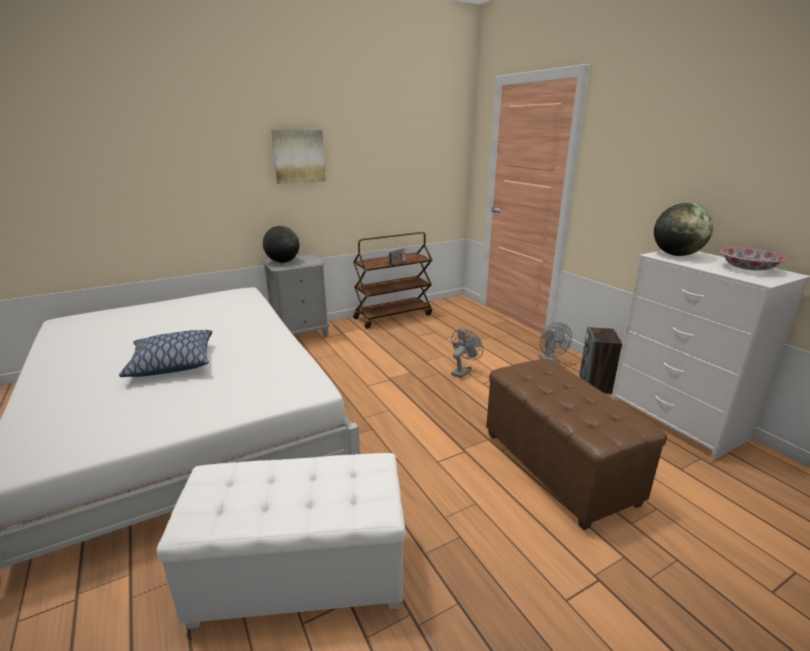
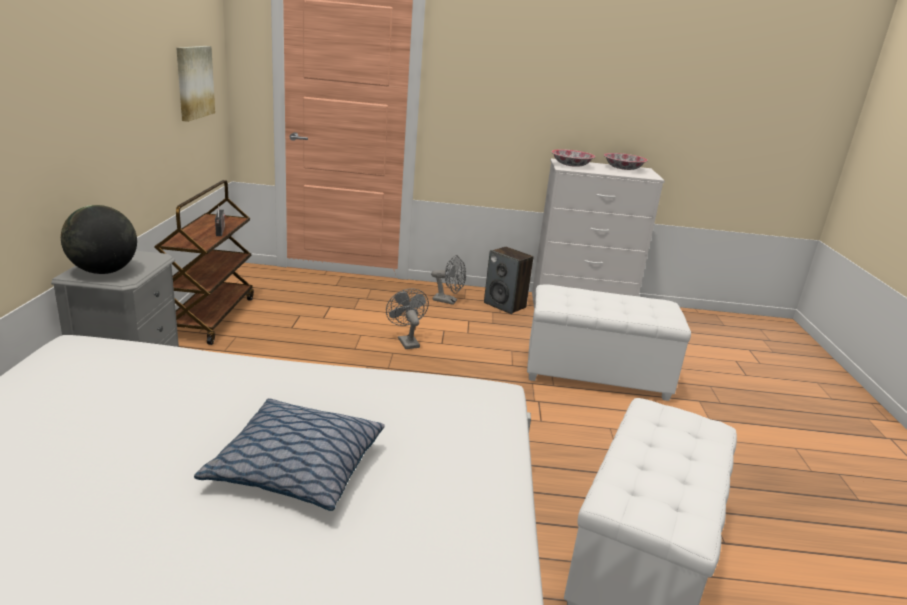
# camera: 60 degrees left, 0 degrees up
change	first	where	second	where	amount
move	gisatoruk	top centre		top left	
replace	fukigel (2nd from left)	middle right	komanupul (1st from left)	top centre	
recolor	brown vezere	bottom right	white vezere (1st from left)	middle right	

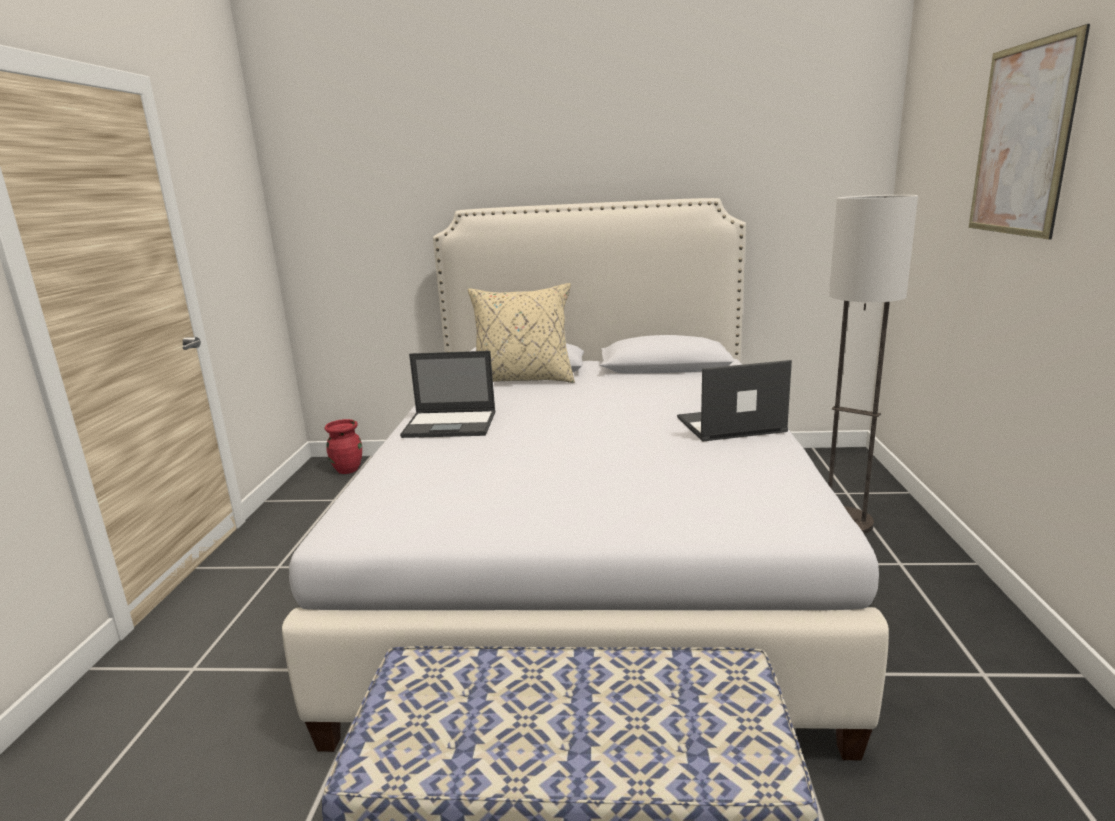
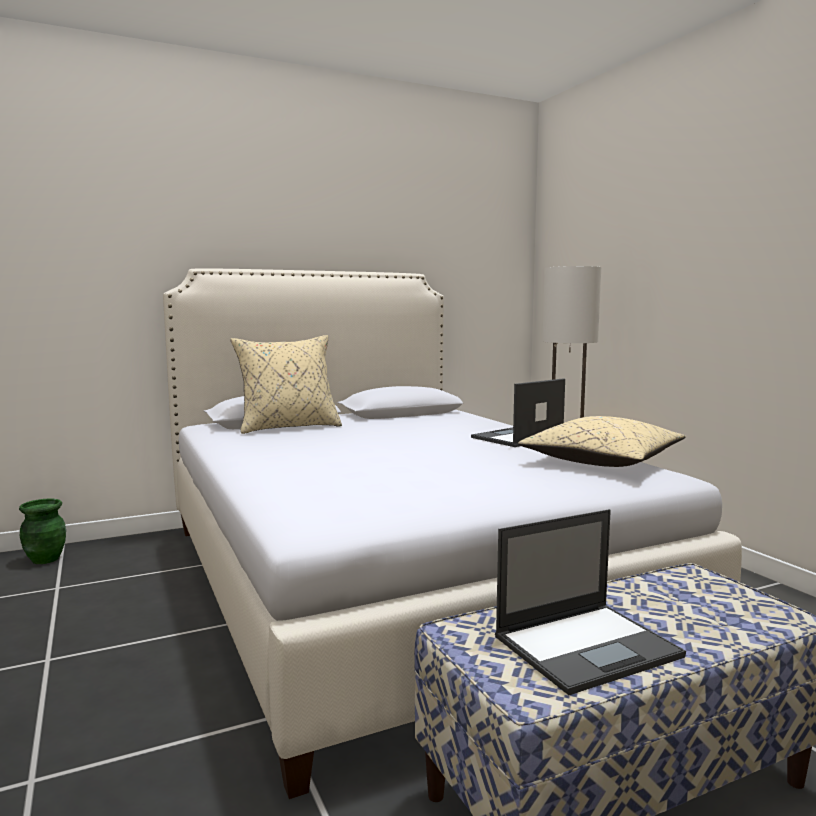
# camera: 30 degrees left, 10 degrees down
change	first	where	second	where	amount
delete	gisatoruk	top right			
insert			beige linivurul (2nd from left)	middle right	
move	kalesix (1st from left in the first image)	centre	kalesix (2nd from left)	bottom right	
recolor	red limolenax	middle left	green limolenax	middle left	

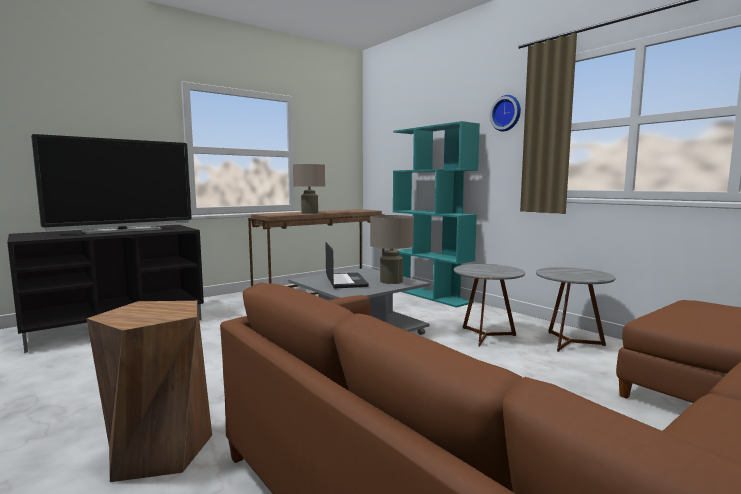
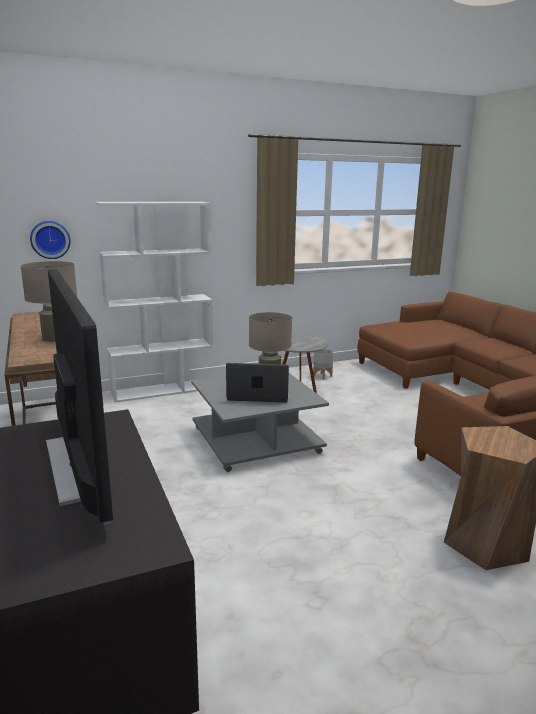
# camera: 75 degrees left, 10 degrees up
change	first	where	second	where	amount
move	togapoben	top right		middle left	
replace	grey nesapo (2nd from left)	middle right	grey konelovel	centre	
recolor	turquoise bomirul	centre	white bomirul	middle left	

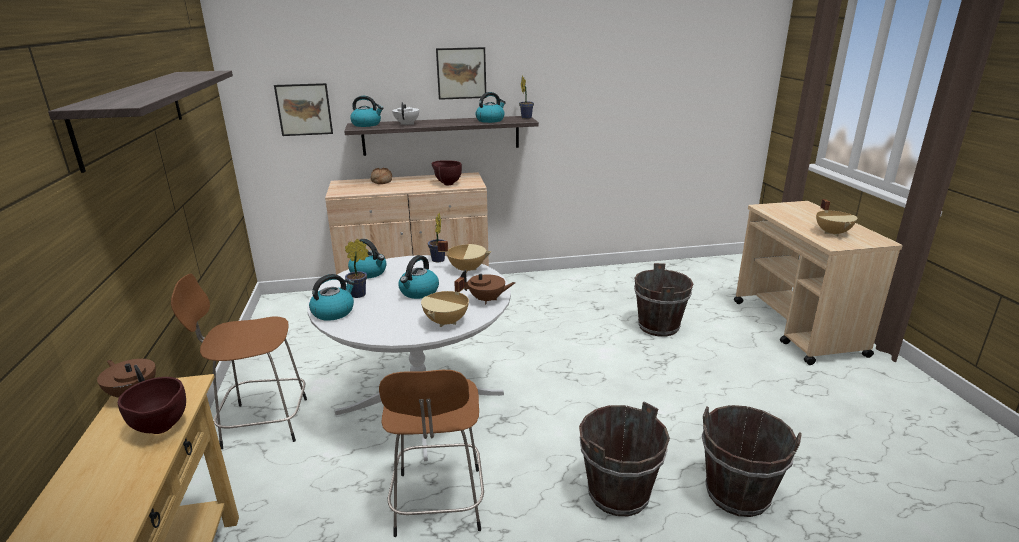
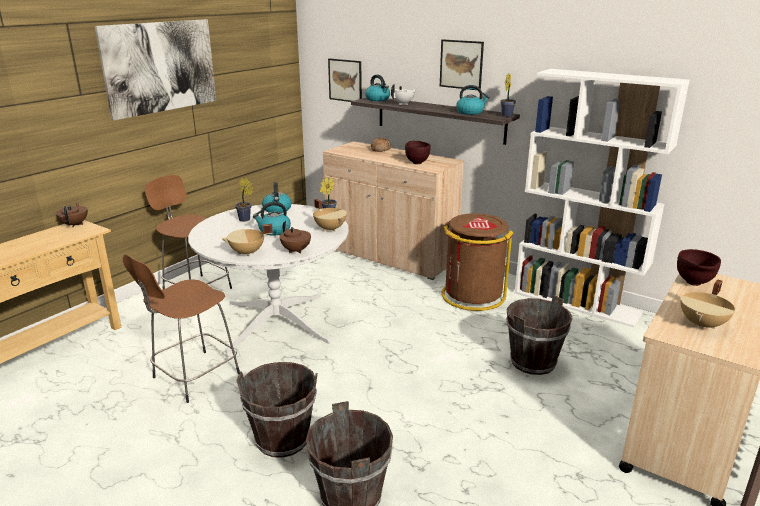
# camera: 45 degrees right, 0 degrees up
change	first	where	second	where	amount
delete	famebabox (1st from left)	middle left			
insert			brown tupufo	centre	
insert			white bomirul	middle right	
move	brown komanupul (1st from left in the first image)	bottom left	brown komanupul (2nd from left)	middle right	
replace	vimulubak (1st from left)	top left	gisatoruk (1st from left)	top left	

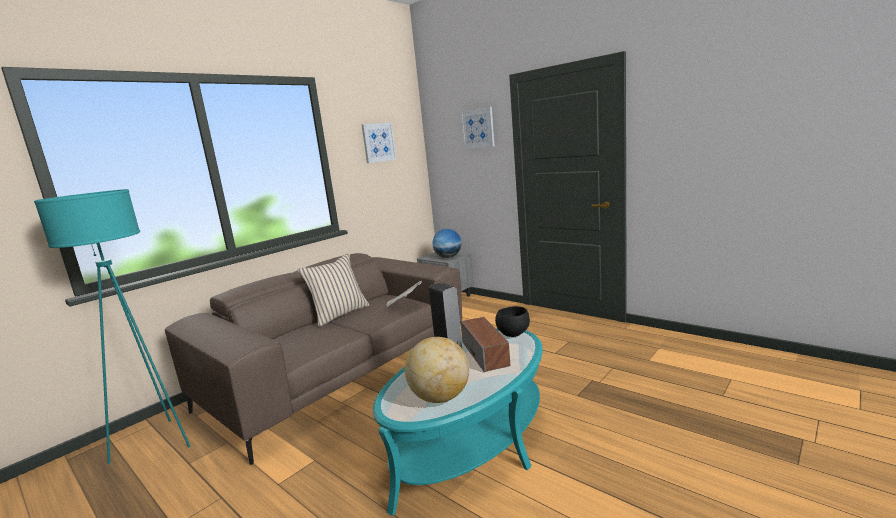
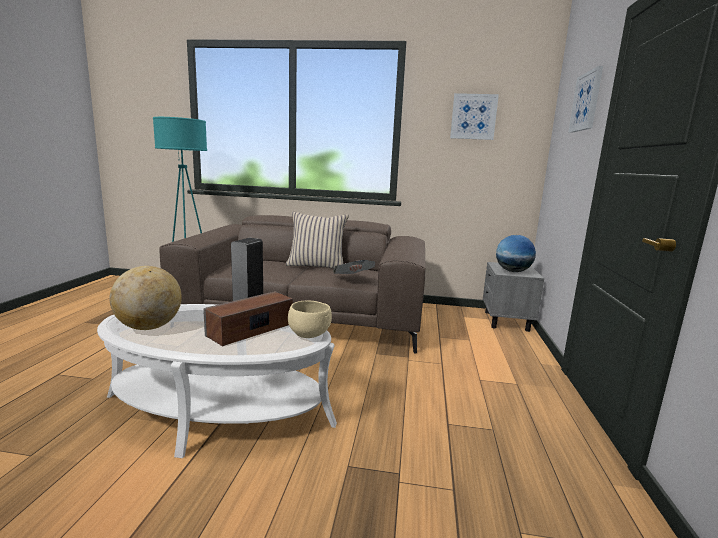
# camera: 55 degrees right, 0 degrees up
change	first	where	second	where	amount
recolor	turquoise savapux	bottom centre	white savapux	bottom left	
recolor	black komanupul	centre	beige komanupul	centre	

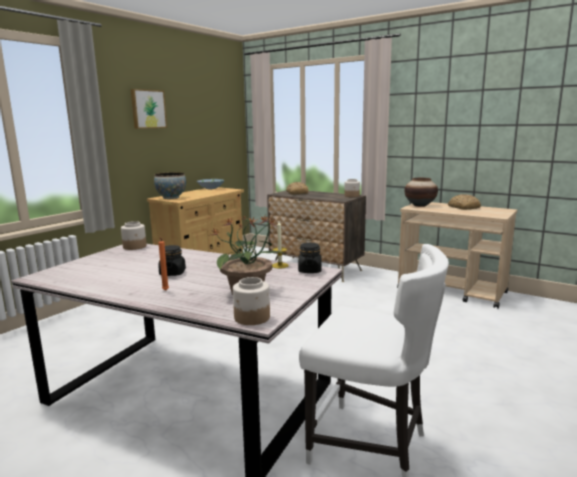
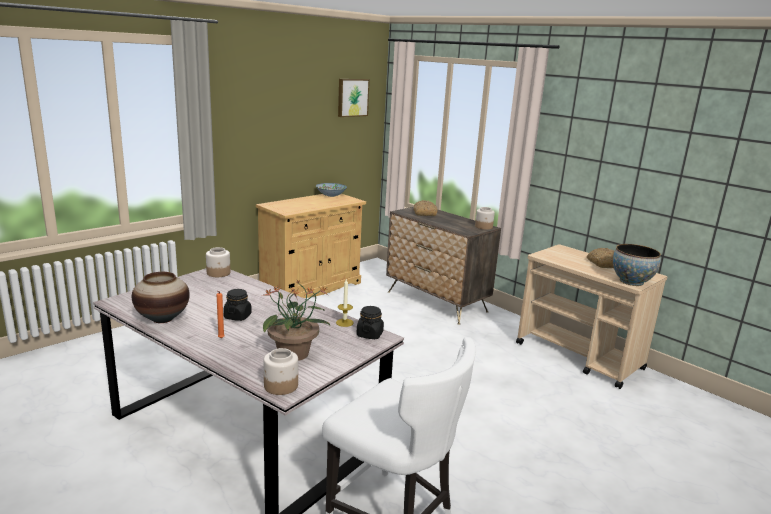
# camera: 10 degrees right, 5 degrees up
change	first	where	second	where	amount
move	gisatoruk	top left		top centre	
move	komanupul (1st from left in the first image)	middle left	komanupul (2nd from left)	middle right	
move	limolenax	middle right		middle left	

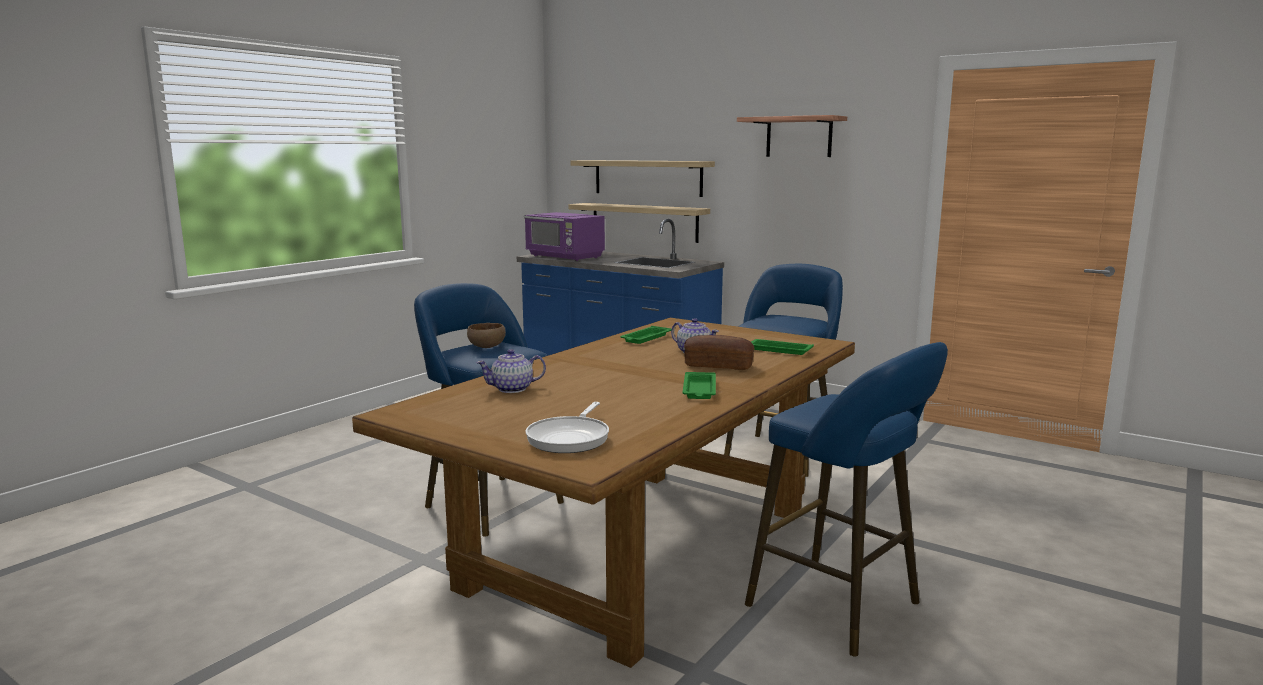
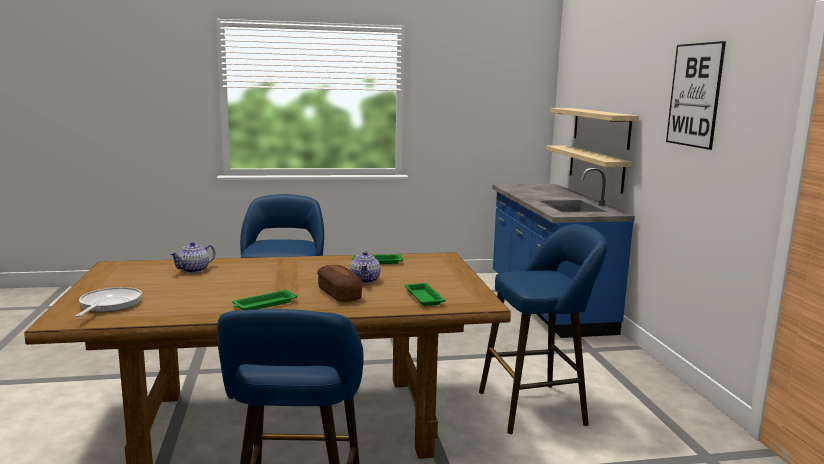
# camera: 45 degrees right, 0 degrees up
change	first	where	second	where	amount
delete	brown komanupul	centre			
delete	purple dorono	centre			
replace	vimulubak (3rd from left)	top centre	gisatoruk	top right	
rotate	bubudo (1st from left)	centre		middle left	75 degrees counterclockwise
rotate	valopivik	centre		middle left	120 degrees clockwise

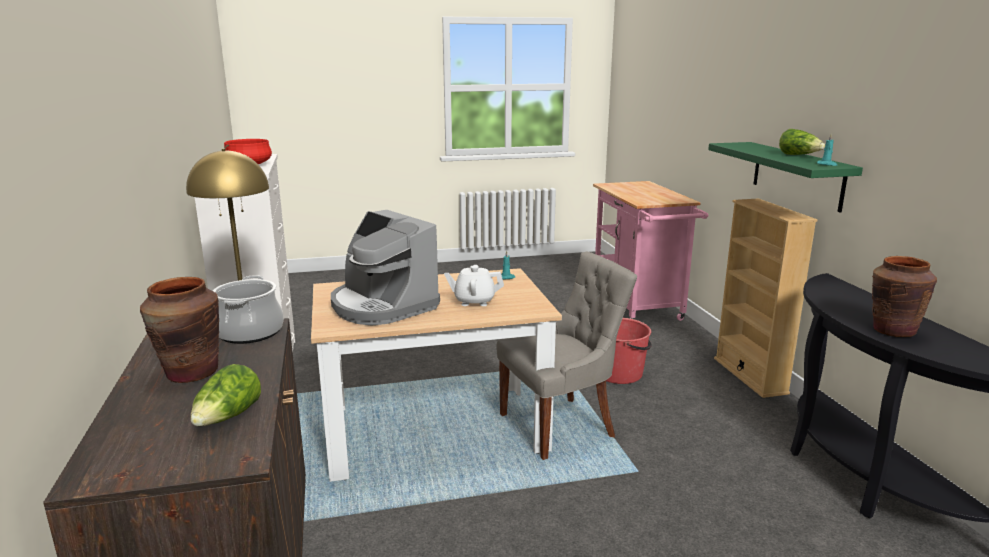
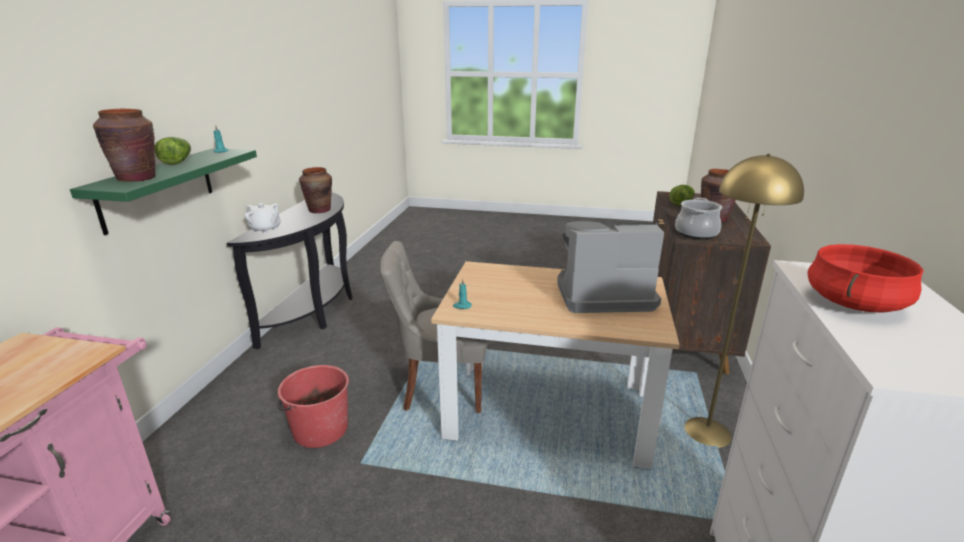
# camera: 155 degrees left, 5 degrees up
change	first	where	second	where	amount
delete	beige bomirul	middle right			
insert			brown limolenax (1st from left)	top left	
move	white bubudo	centre		middle left	
rotate	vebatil	centre		centre	75 degrees counterclockwise

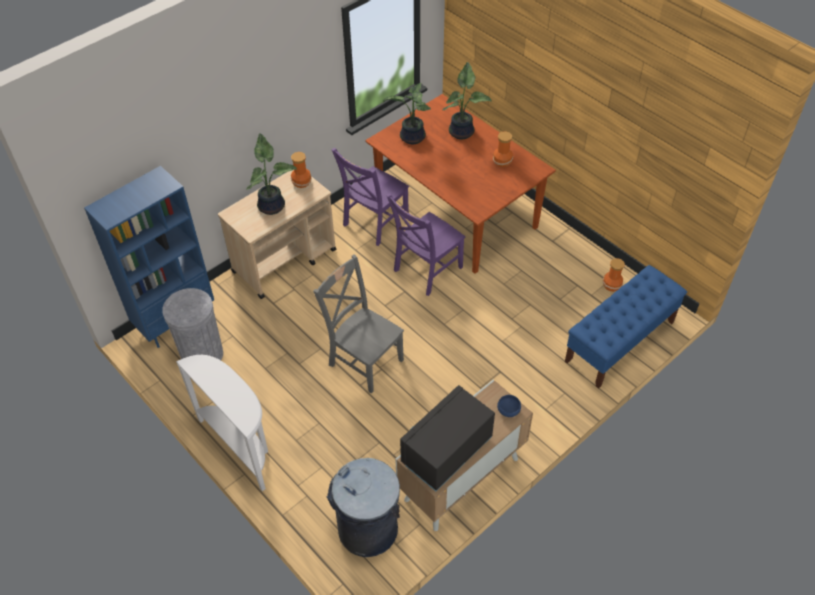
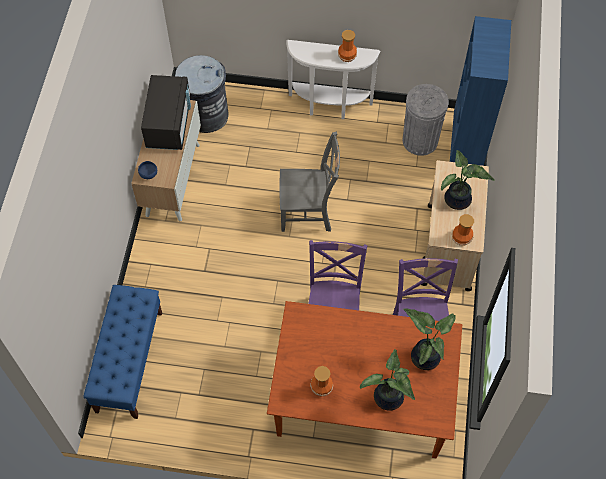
# camera: 140 degrees right, 10 degrees up
change	first	where	second	where	amount
move	limolenax (3rd from left in the first image)	middle right	limolenax (2nd from left)	top centre	

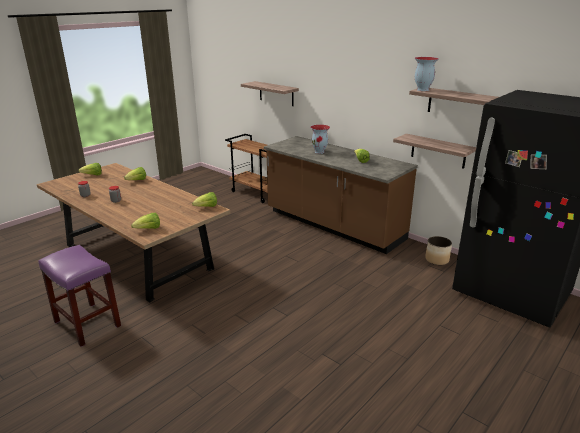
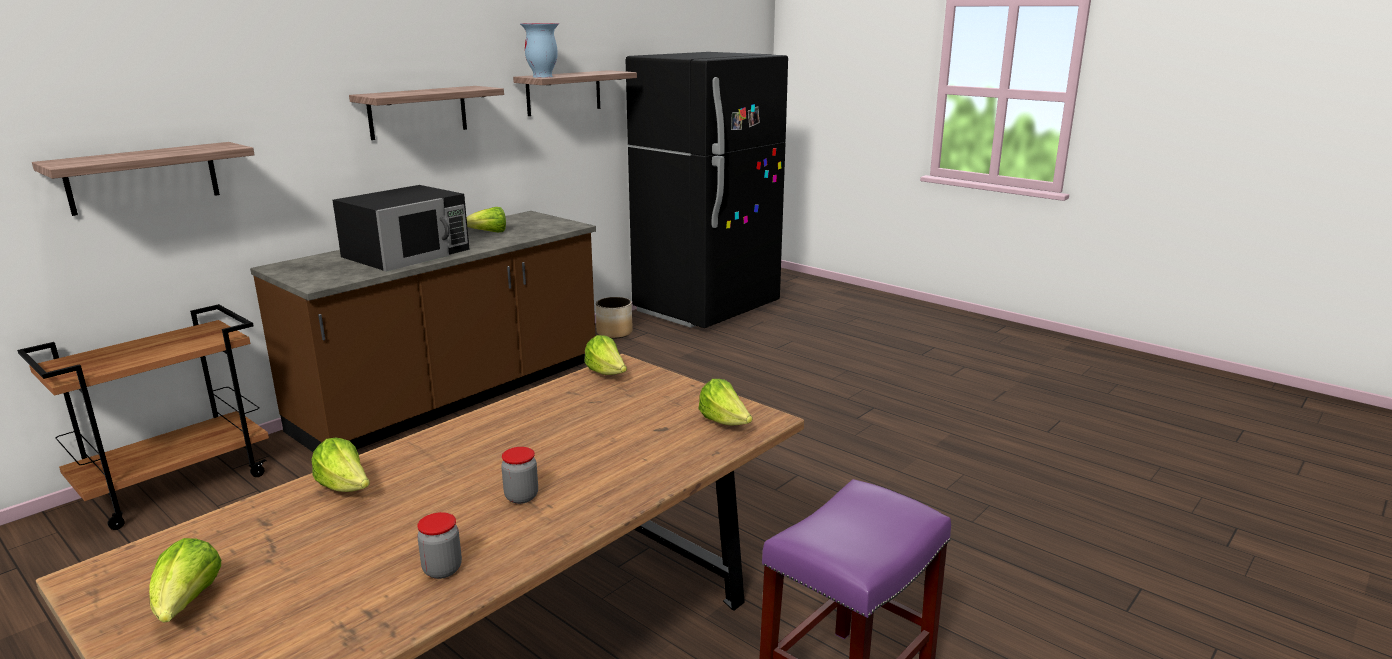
# camera: 90 degrees left, 5 degrees down
change	first	where	second	where	amount
move	vimulubak (2nd from left)	middle right		top left	
replace	limolenax (1st from left)	top centre	black dorono	middle left	

